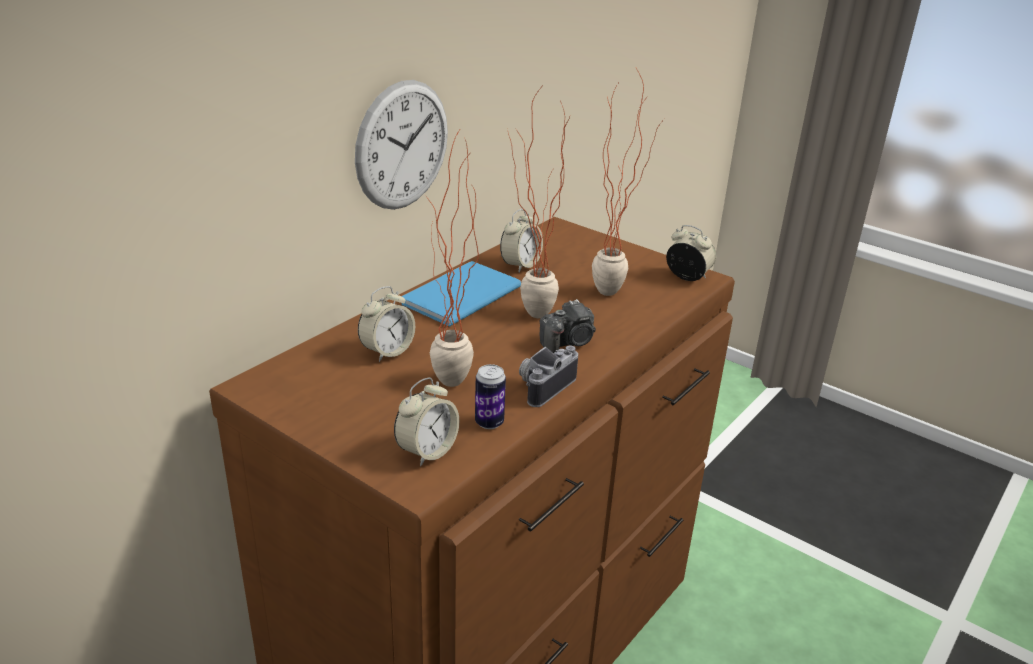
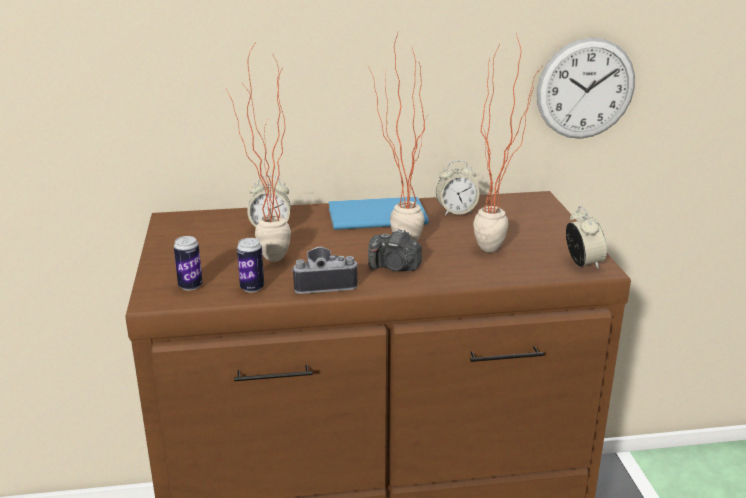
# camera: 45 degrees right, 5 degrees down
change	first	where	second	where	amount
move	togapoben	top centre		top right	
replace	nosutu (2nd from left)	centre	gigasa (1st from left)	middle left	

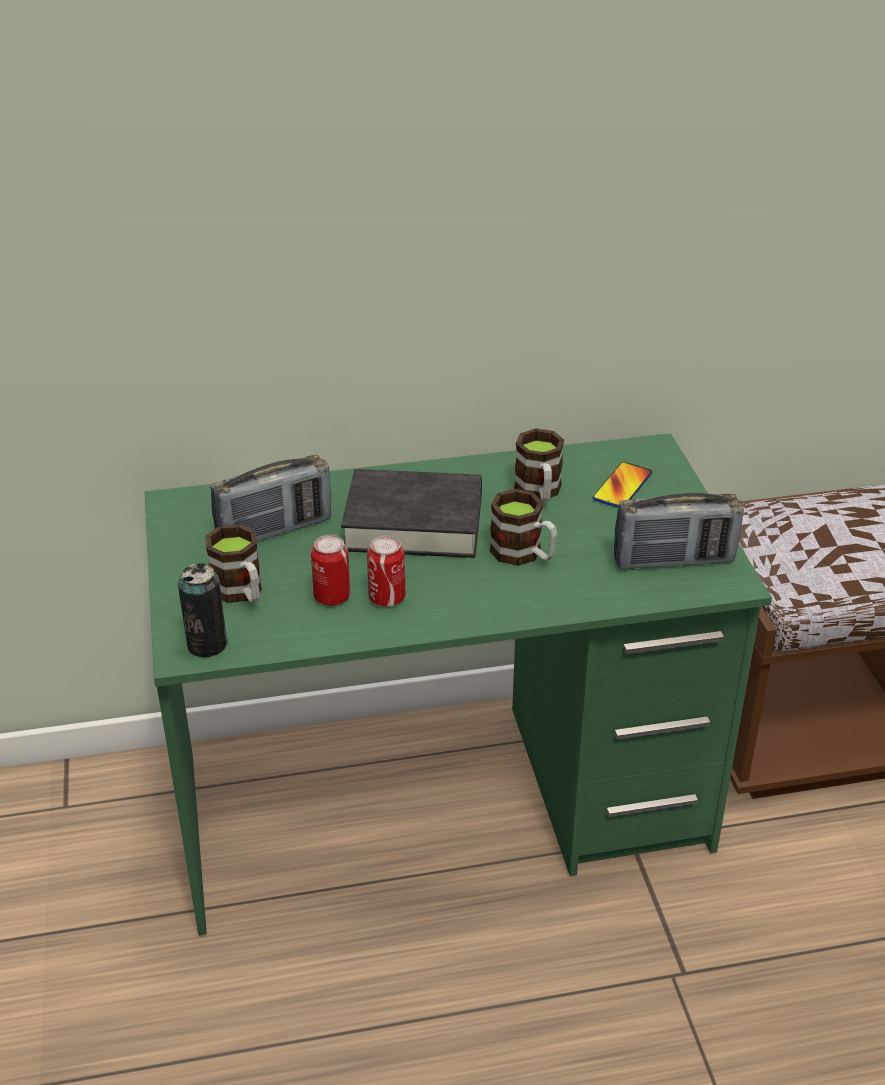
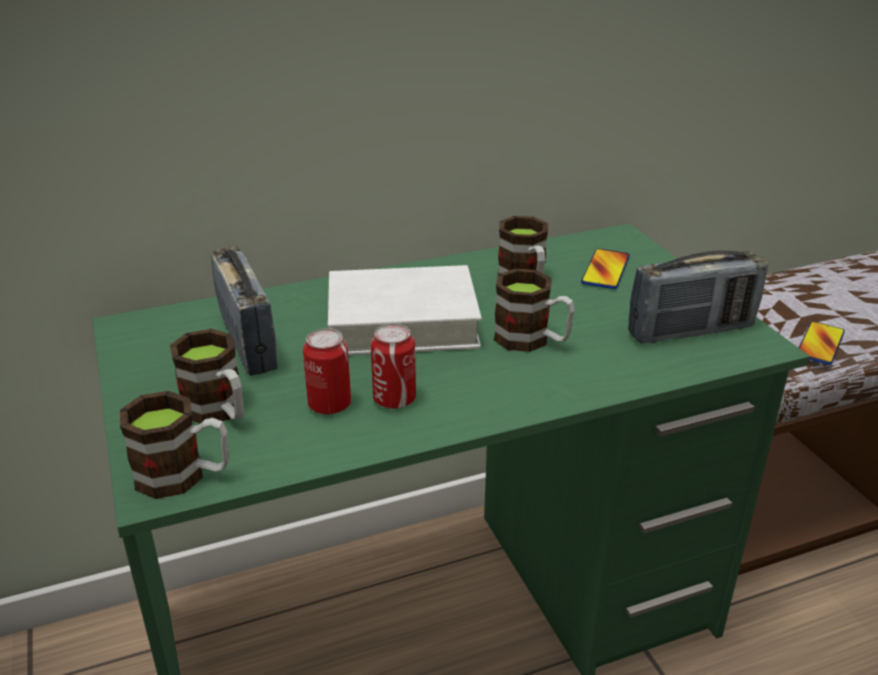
# camera: 10 degrees left, 5 degrees down
change	first	where	second	where	amount
insert			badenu (2nd from left)	middle right	
replace	gigasa (1st from left)	middle left	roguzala (1st from left)	middle left	
recolor	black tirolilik	centre	white tirolilik	centre	
rotate	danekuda (1st from left)	middle left		middle left	75 degrees counterclockwise

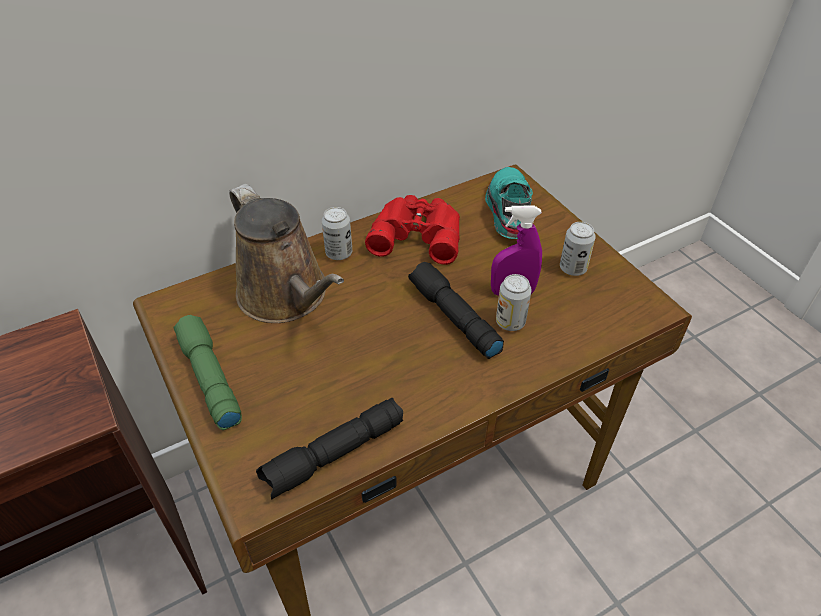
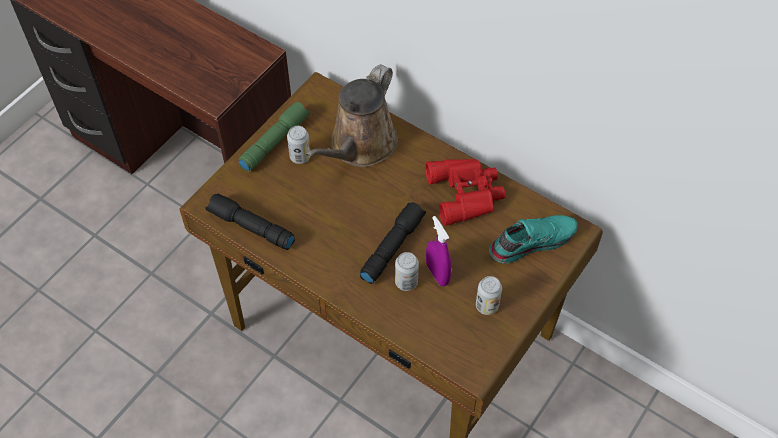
# camera: 65 degrees right, 10 degrees up
change	first	where	second	where	amount
move	gigasa (1st from left)	centre		top centre	

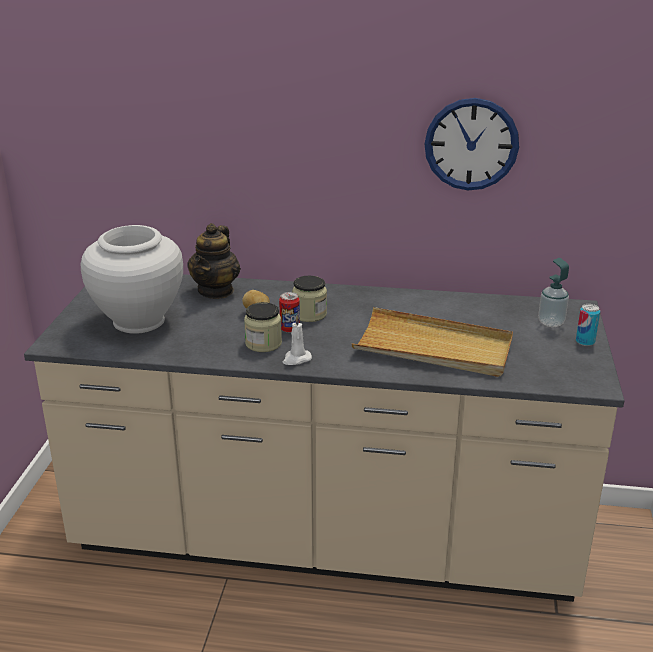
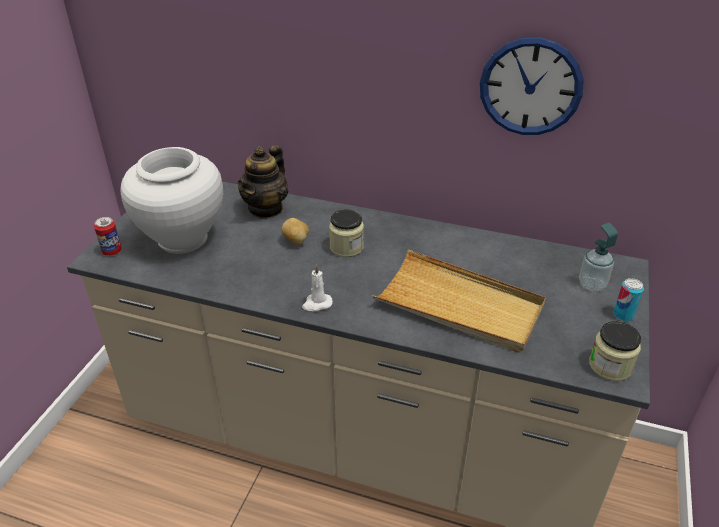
# camera: 10 degrees right, 10 degrees up
change	first	where	second	where	amount
move	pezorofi (1st from left in the first image)	centre	pezorofi (2nd from left)	middle right	
move	gigasa (1st from left)	centre		middle left	

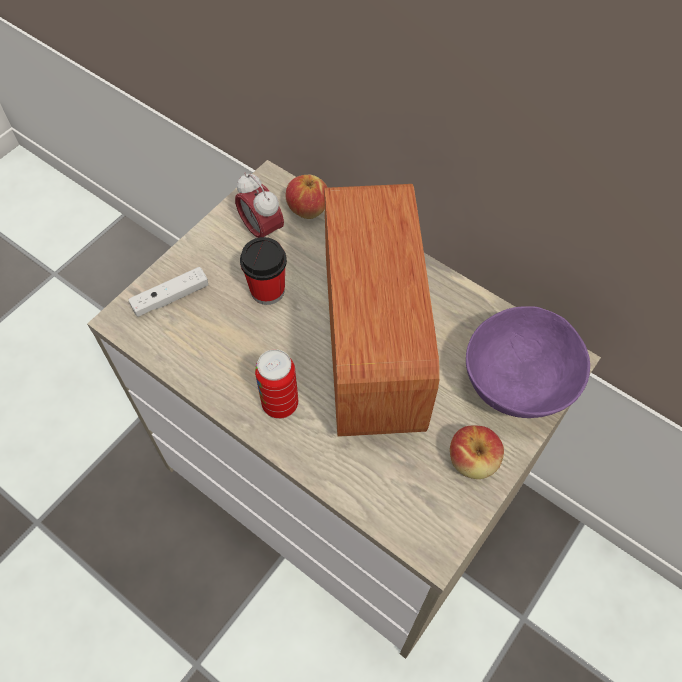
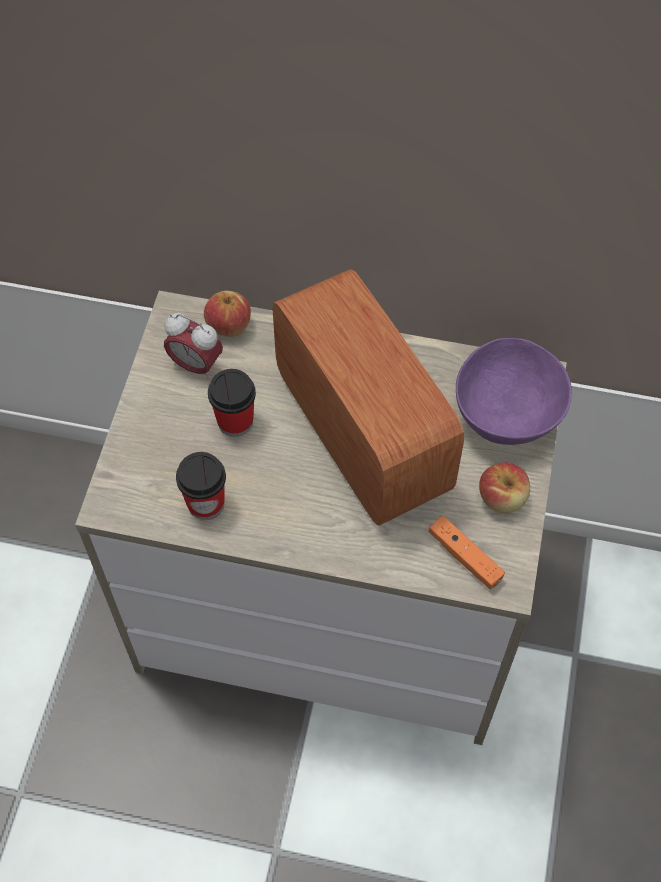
# camera: 25 degrees left, 0 degrees up
change	first	where	second	where	amount
delete	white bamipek	middle left			
delete	gigasa	centre			
insert			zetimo (1st from left)	middle left	
insert			orange bamipek	middle right	

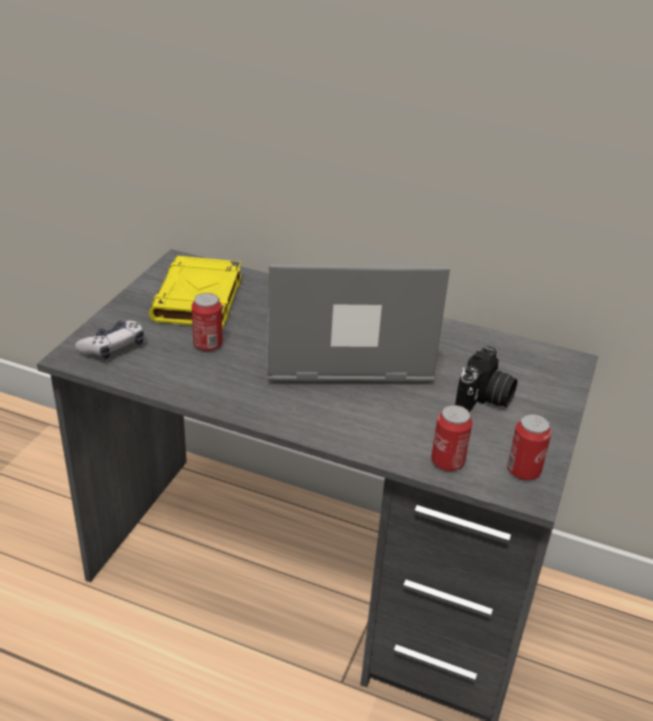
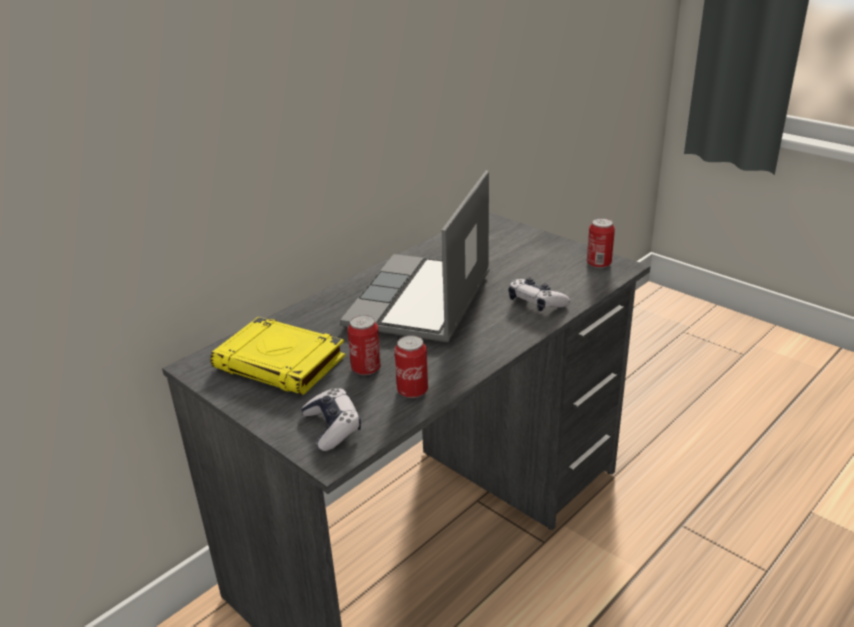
# camera: 65 degrees left, 5 degrees down
change	first	where	second	where	amount
delete	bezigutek	middle right			
insert			bamipek (2nd from left)	centre	
move	gigasa (2nd from left)	middle right		centre	

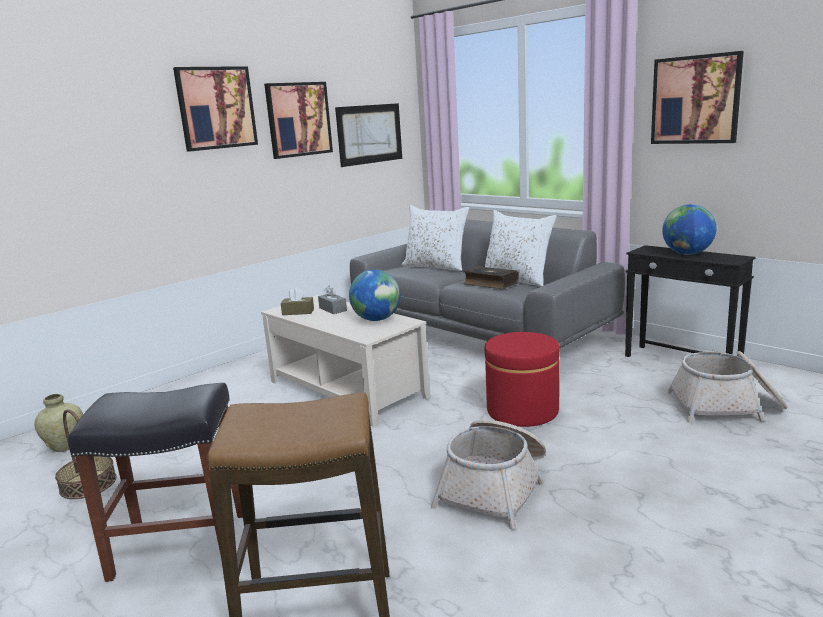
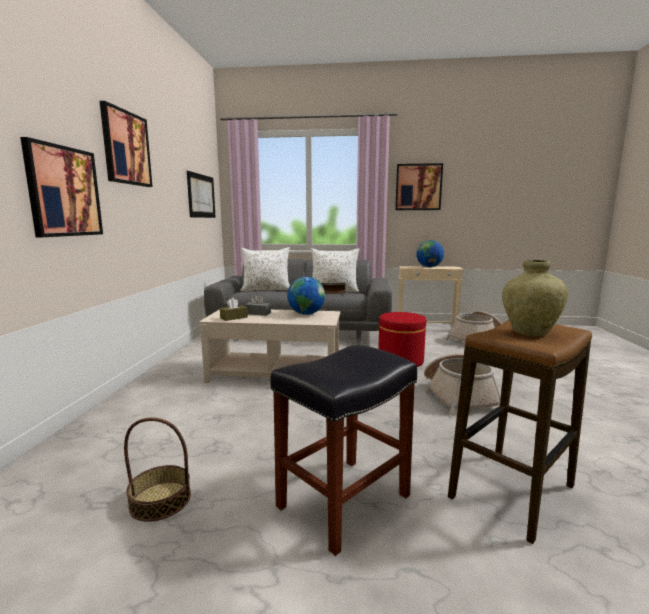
# camera: 40 degrees left, 5 degrees down
change	first	where	second	where	amount
move	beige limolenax	bottom left		middle right	
move	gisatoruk (2nd from left in the first image)	top centre	gisatoruk (1st from left)	top left	
recolor	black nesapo	middle right	beige nesapo	centre	

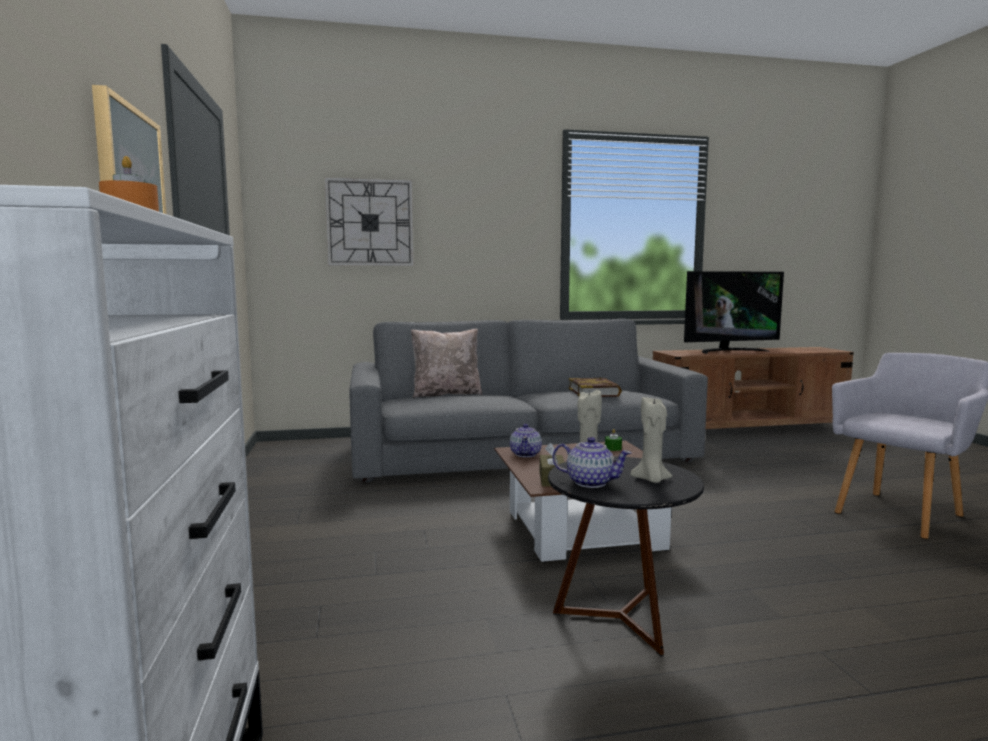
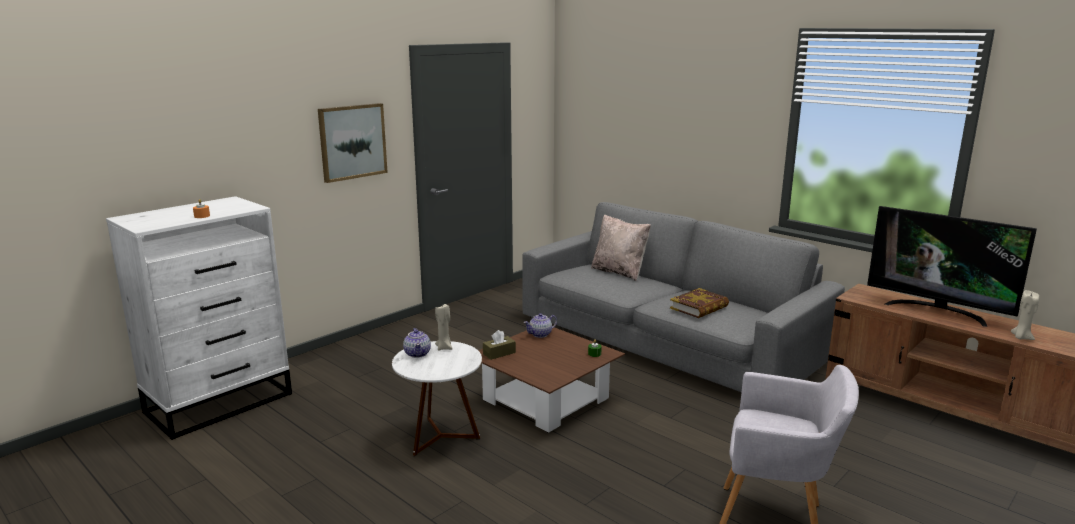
# camera: 55 degrees right, 10 degrees up
change	first	where	second	where	amount
delete	togapoben	top centre			
move	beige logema (2nd from left)	centre		middle right	
recolor	black nesapo	bottom centre	white nesapo	bottom centre	

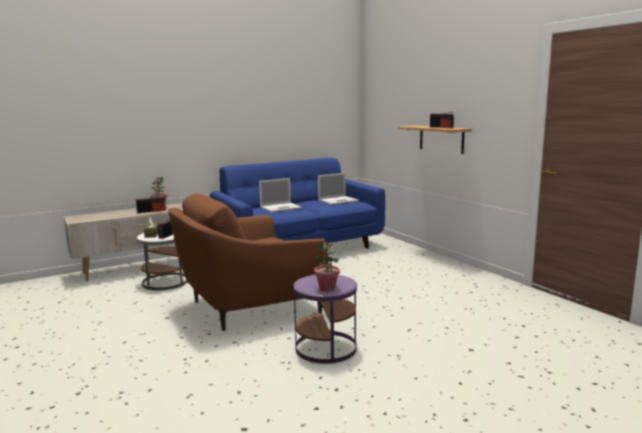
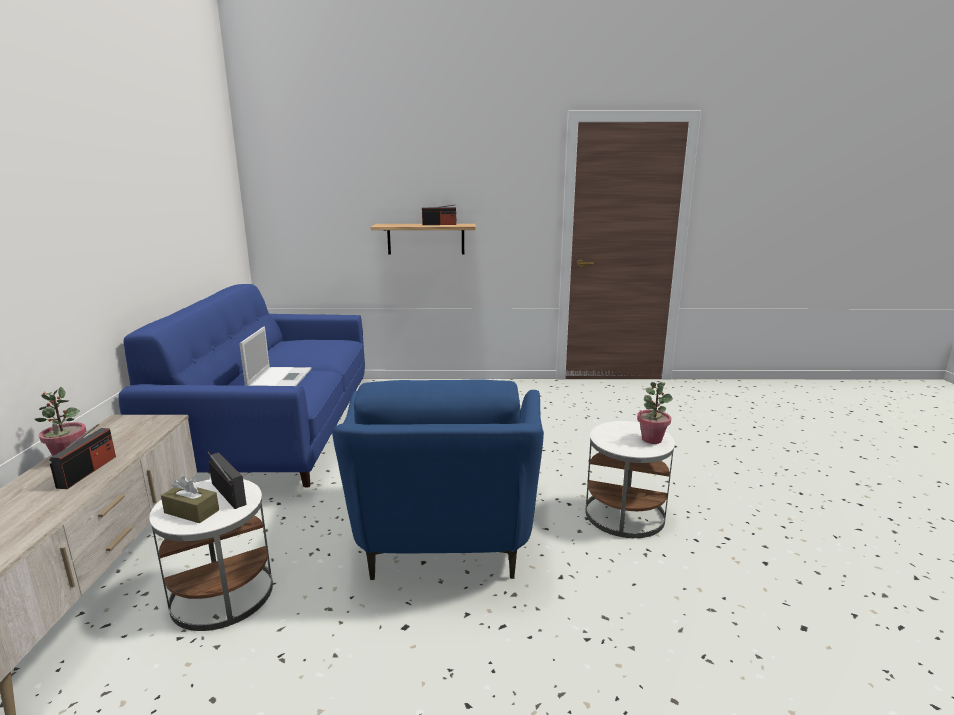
# camera: 60 degrees left, 5 degrees up
change	first	where	second	where	amount
delete	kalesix (2nd from left)	centre			
recolor	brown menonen	centre	blue menonen	bottom centre	
recolor	purple nesapo	bottom centre	white nesapo (2nd from left)	bottom centre	

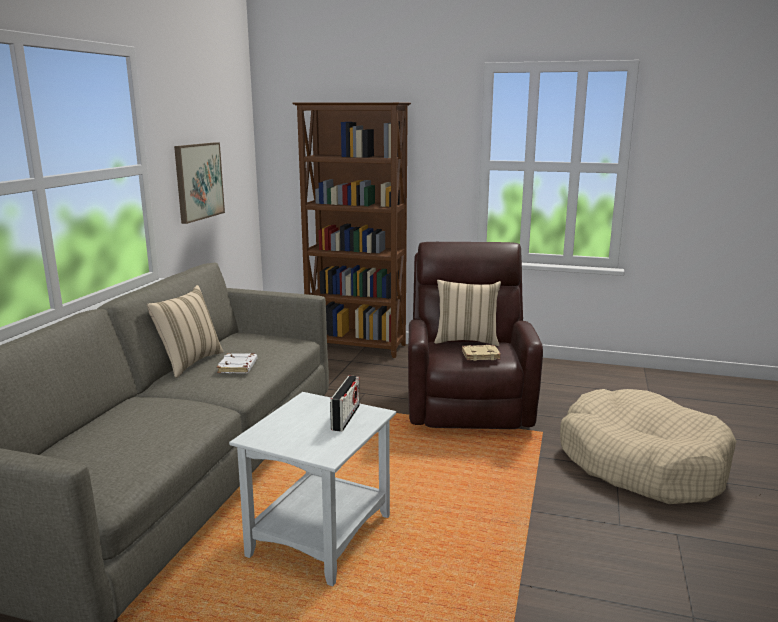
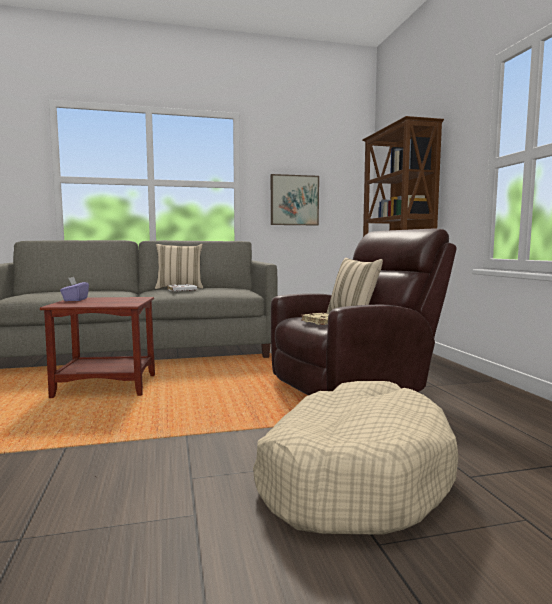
# camera: 60 degrees right, 10 degrees down
change	first	where	second	where	amount
delete	danekuda	centre			
insert			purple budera	middle left	
recolor	white nesapo	bottom centre	brown nesapo	middle left	

